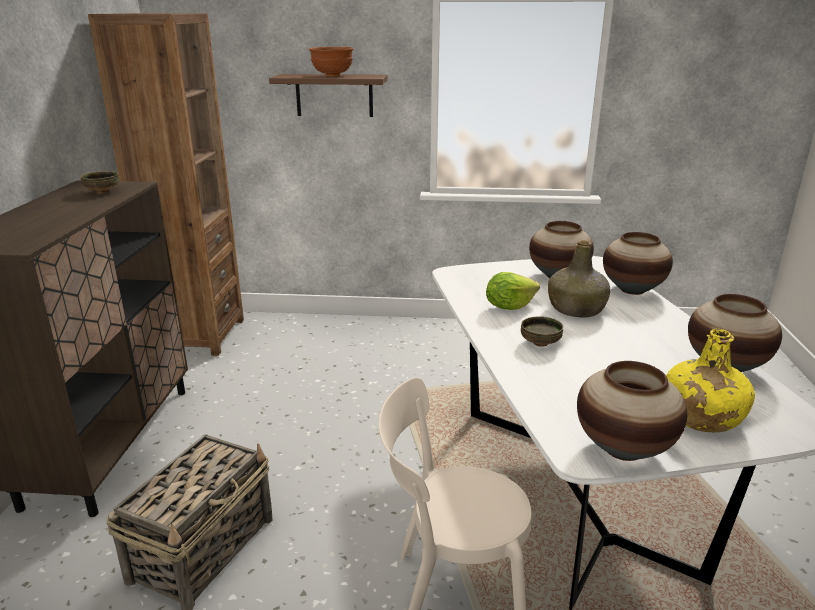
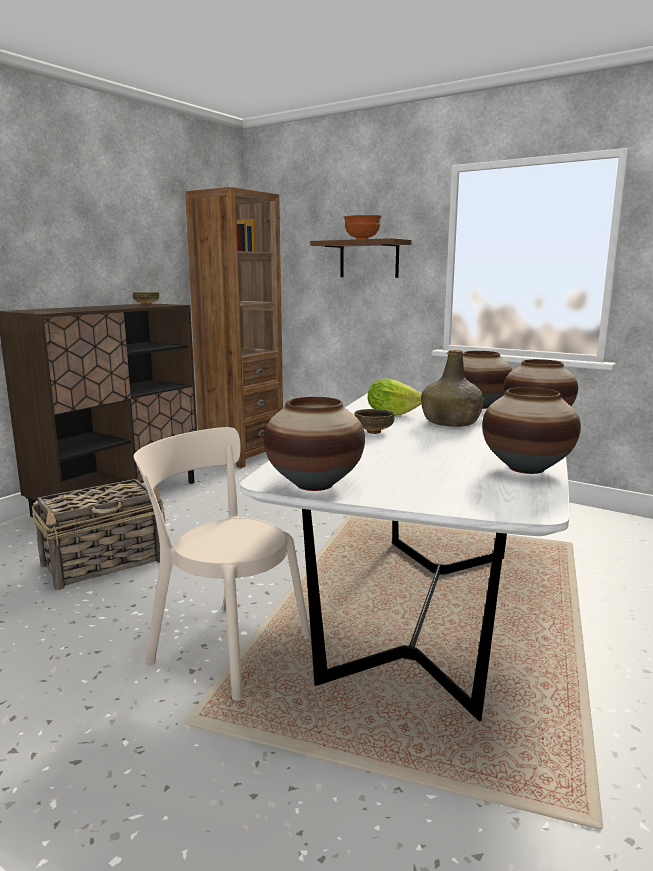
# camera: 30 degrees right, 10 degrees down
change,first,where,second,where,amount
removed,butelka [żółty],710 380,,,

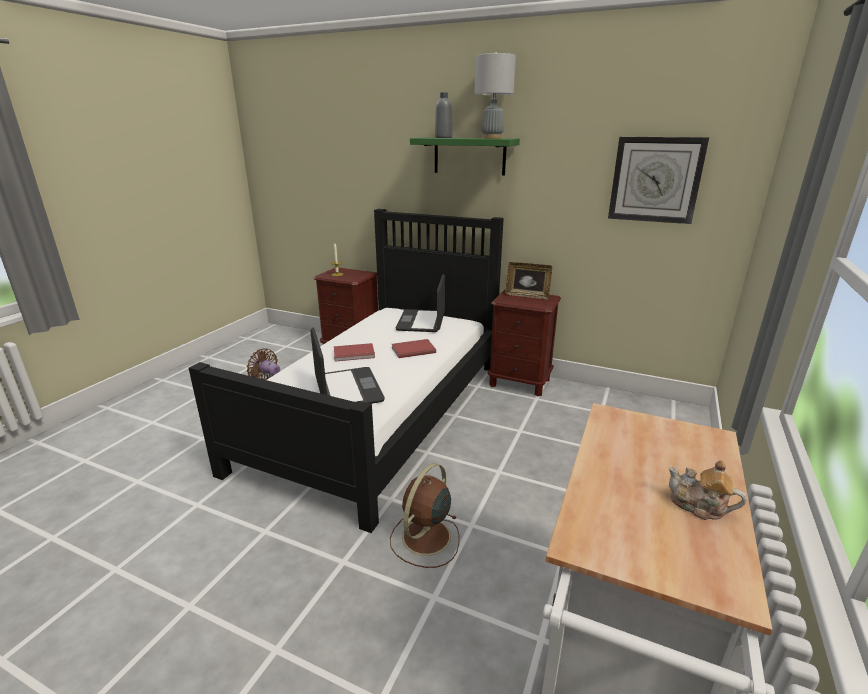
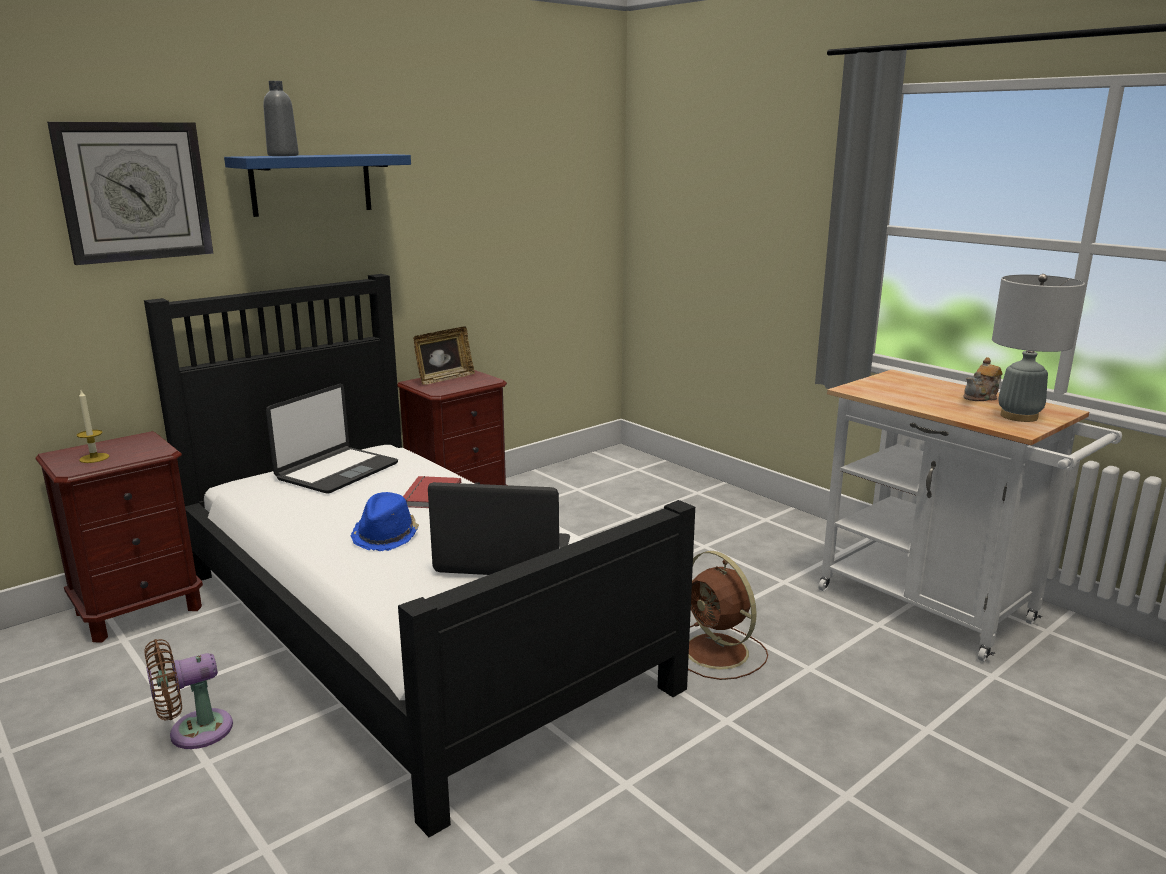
# camera: 65 degrees left, 5 degrees down
change,first,where,second,where,amount
moved,lampa stołowa [szary],495 95,,1038 348,
moved,zegar ścienny,658 180,,130 193,
recoloured,półka [zielony],465 156,półka [niebieski],317 185,
turned,laptop,420 303,,332 439,90 degrees counterclockwise
replaced,książka [czerwony],354 352,kapelusz [niebieski],385 521,

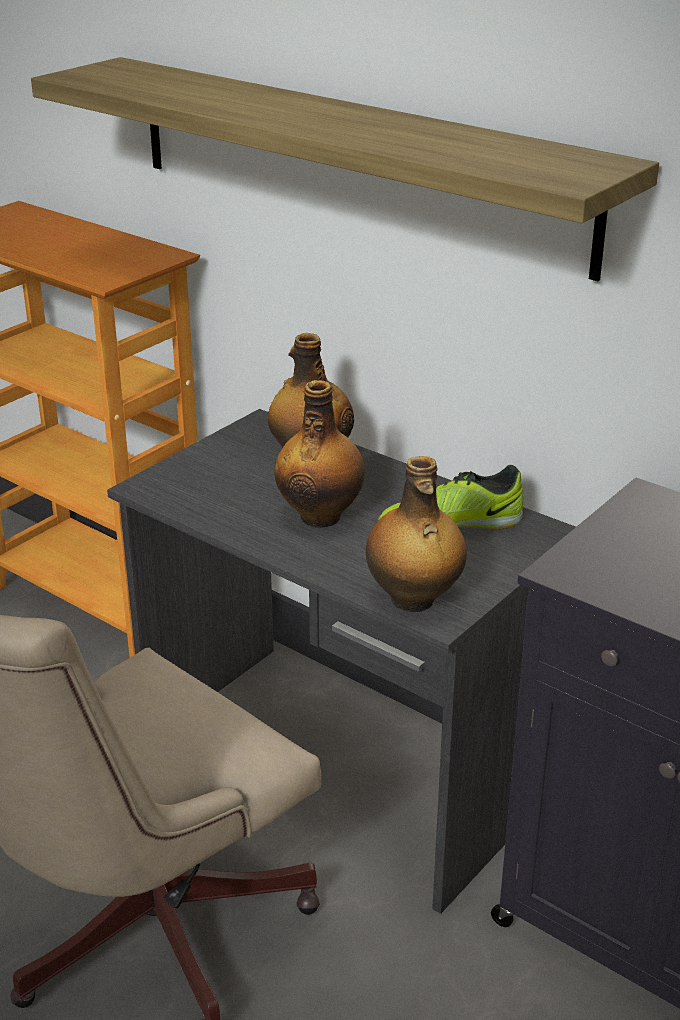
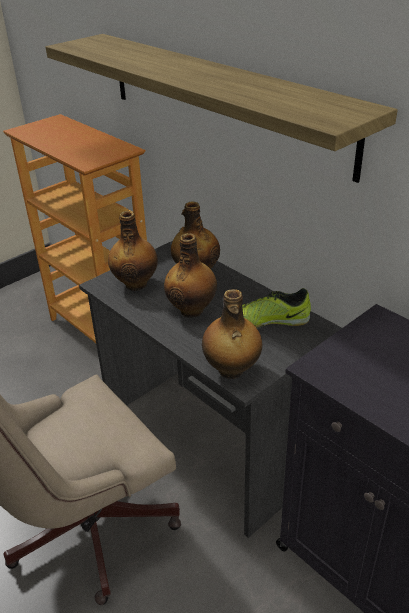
# camera: 10 degrees right, 5 degrees up
change,first,where,second,where,amount
added,,,butelka,133 251,

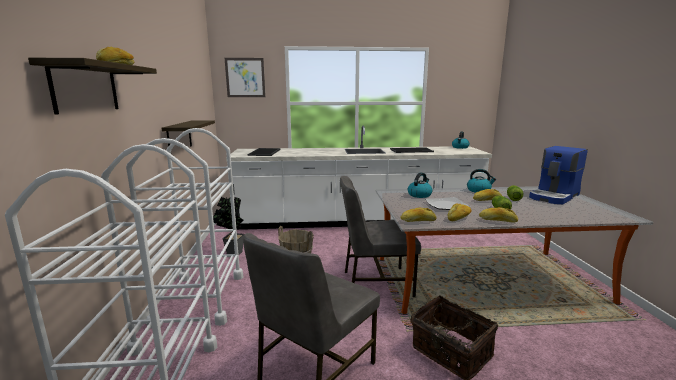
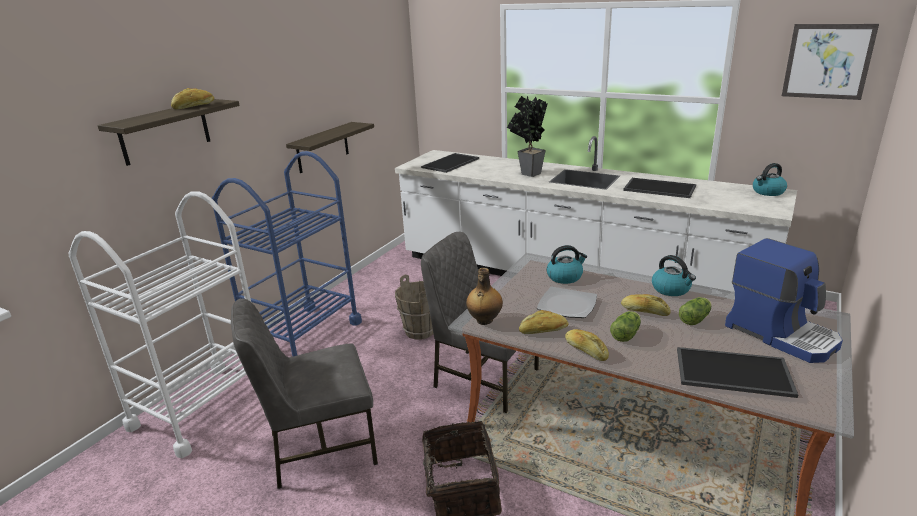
# camera: 35 degrees right, 10 degrees up
change,first,where,second,where,amount
moved,obraz,245 77,,830 62,
recoloured,wózek [biały],184 228,wózek [niebieski],287 254,
turned,ekspres do kawy,558 175,,784 300,120 degrees counterclockwise
moved,roślina doniczkowa,228 226,,527 136,
replaced,chleb,418 215,butelka,484 296,
added,,,taca,737 372,

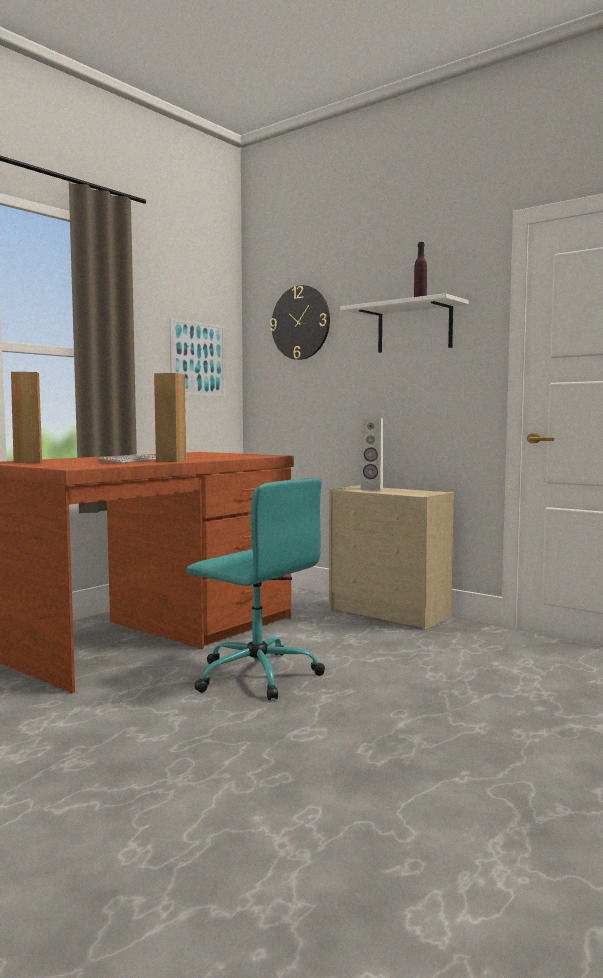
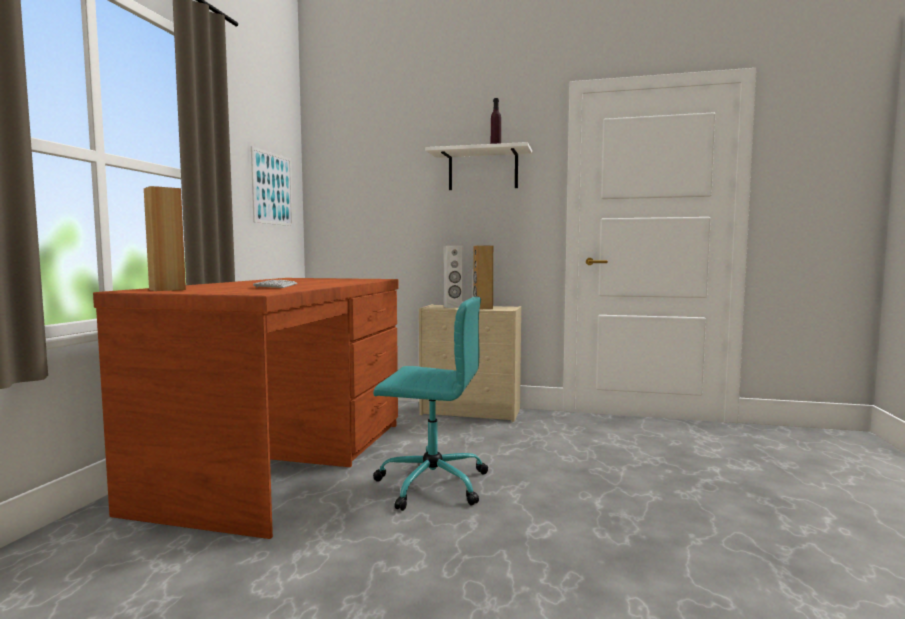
# camera: 25 degrees left, 0 degrees up
change,first,where,second,where,amount
removed,zegar ścienny,300 322,,,
moved,głośnik [brązowy],170 417,,483 277,

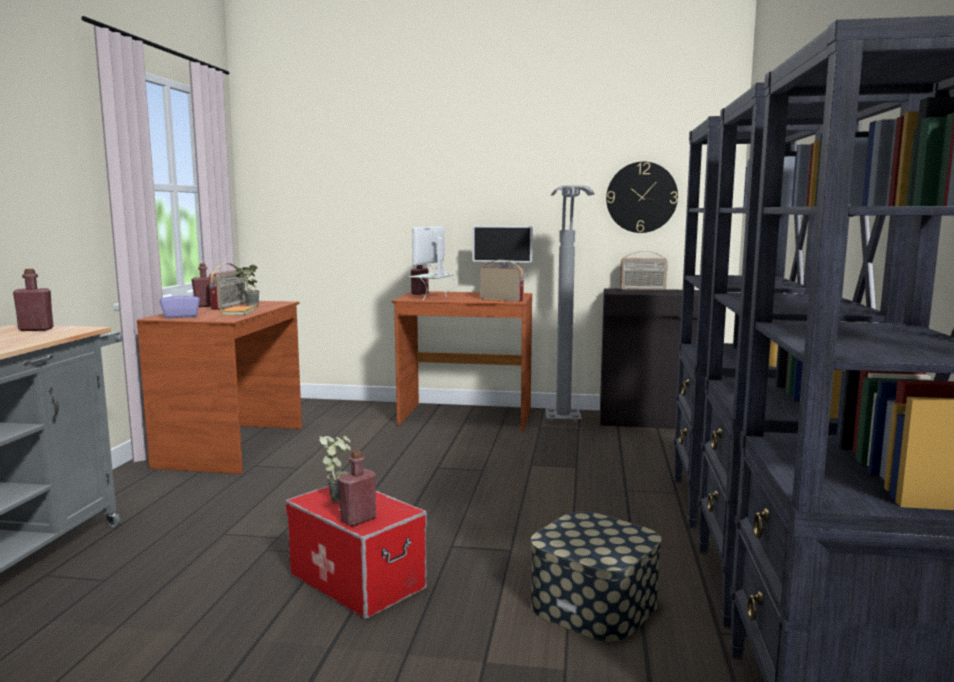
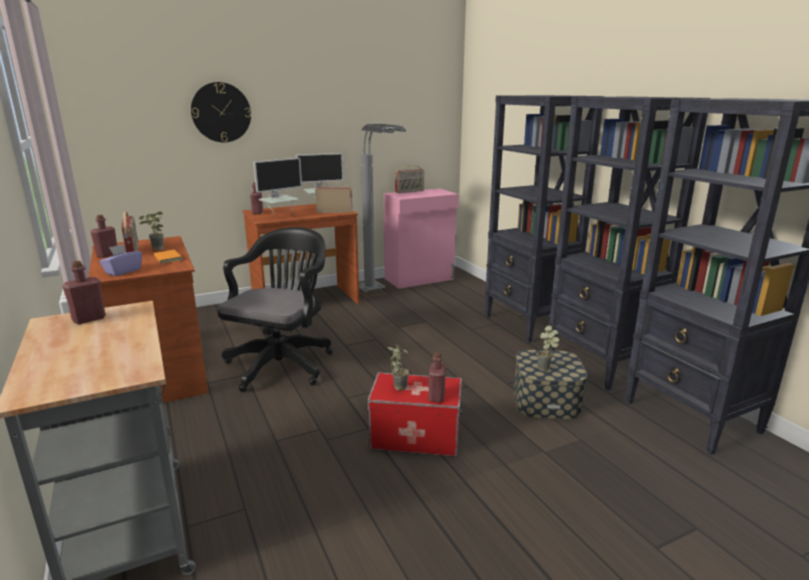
# camera: 35 degrees left, 10 degrees up
change,first,where,second,where,amount
moved,zegar ścienny,642 197,,221 112,
turned,monitor,432 263,,278 186,120 degrees counterclockwise
recoloured,szafka [czarny],649 358,szafka [różowy],421 238,
added,,,krzesło biurowe [czarny],275 309,
added,,,roślina doniczkowa,548 348,

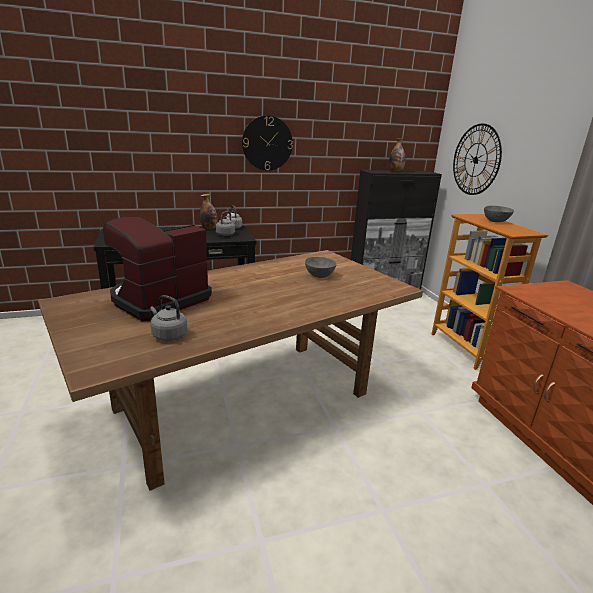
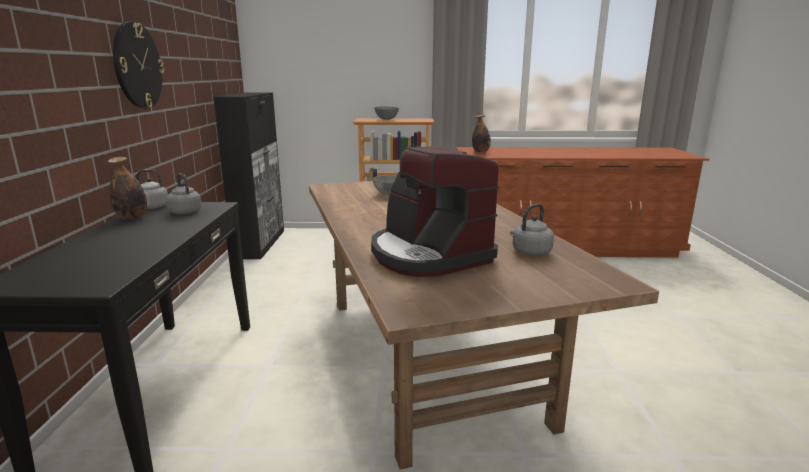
# camera: 70 degrees left, 5 degrees down
change,first,where,second,where,amount
removed,zegar ścienny,477 159,,,
moved,butelka,397 154,,481 134,

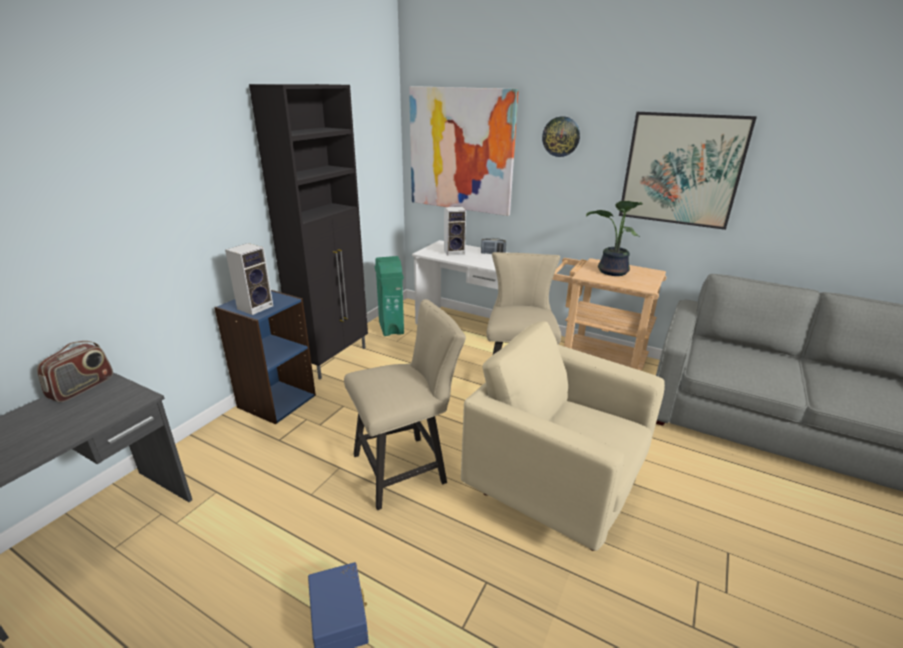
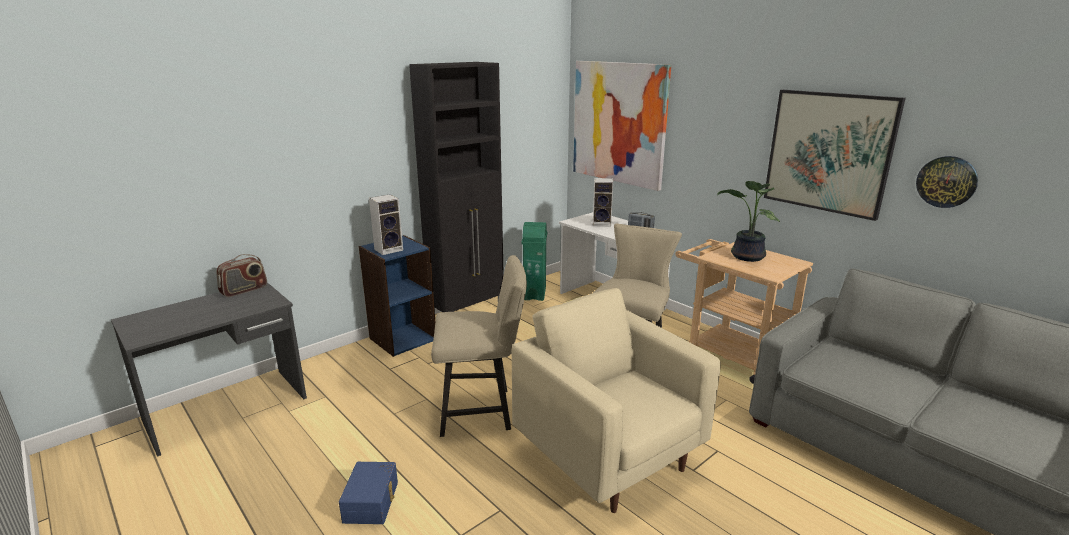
# camera: 20 degrees right, 5 degrees down
change,first,where,second,where,amount
moved,zegar ścienny,561 136,,947 182,

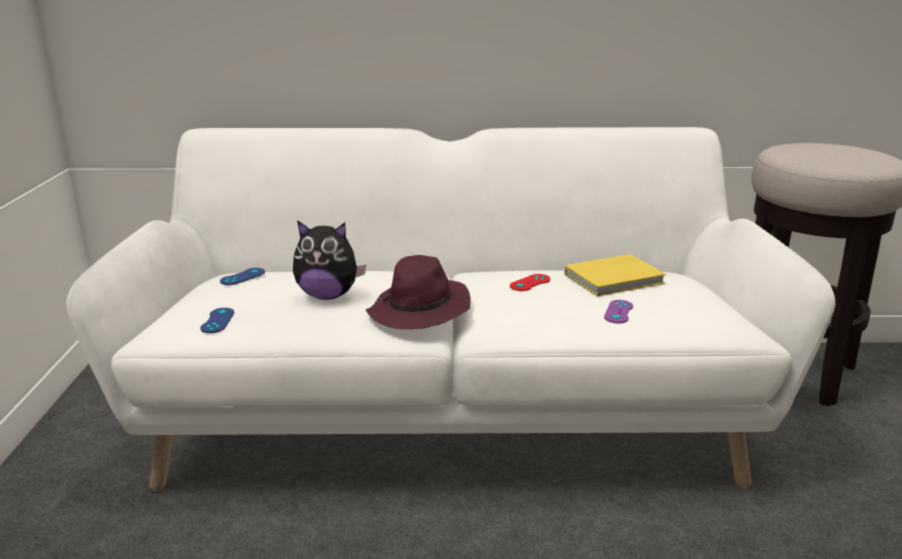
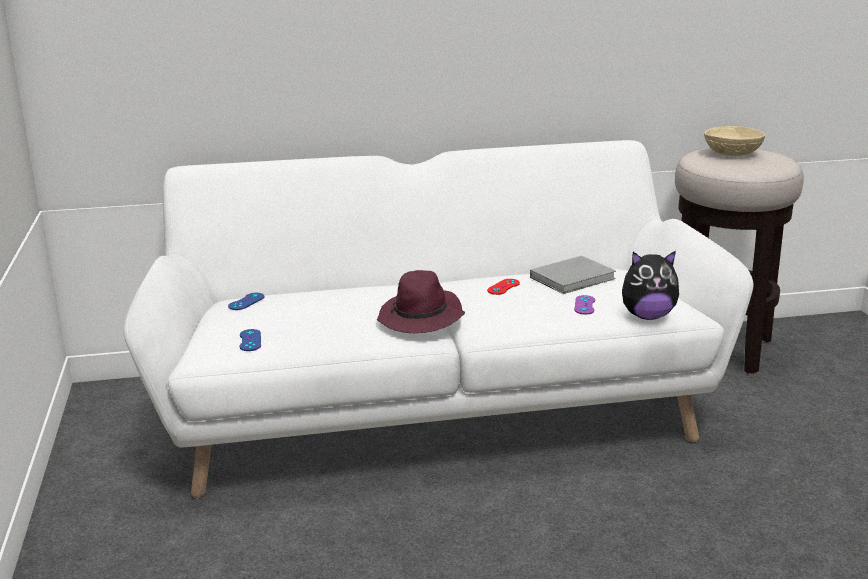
# camera: 10 degrees left, 0 degrees up
change,first,where,second,where,amount
moved,pluszak,329 260,,650 285,
recoloured,książka [żółty],615 275,książka [szary],573 275,
added,,,miska [beżowy],734 141,

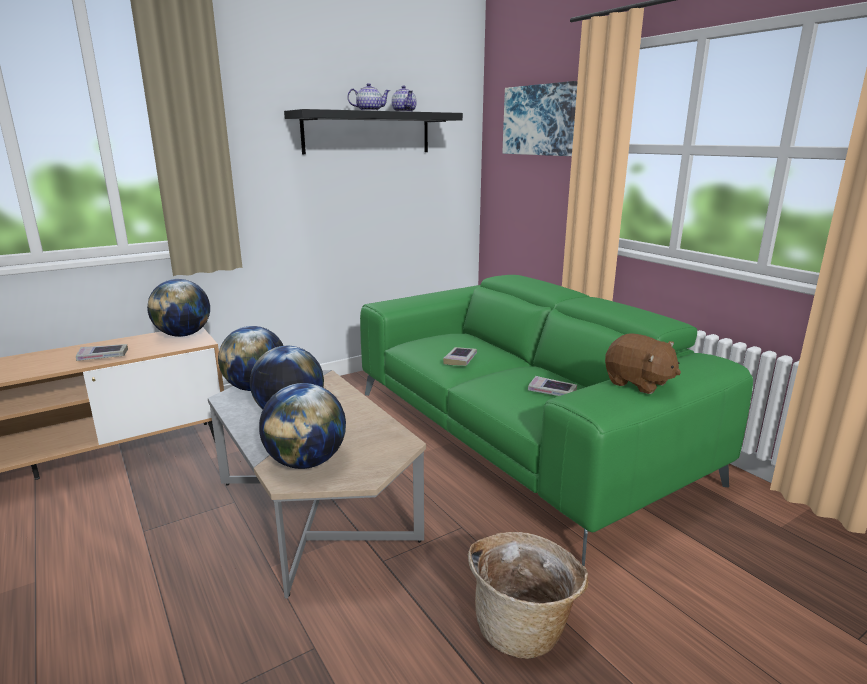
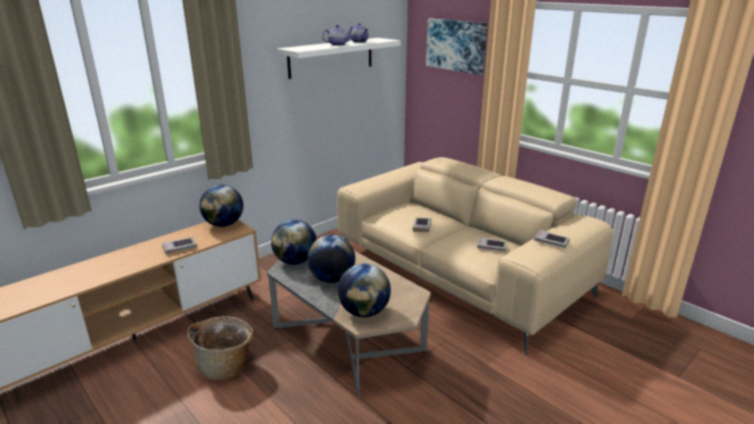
# camera: 10 degrees left, 5 degrees up
change,first,where,second,where,amount
recoloured,półka [czarny],373 131,półka [biały],339 58,
recoloured,kanapa [zielony],556 420,kanapa [beżowy],475 256,
replaced,pluszak [brązowy],643 363,książka,552 239,
moved,koszyk,528 595,,221 348,

